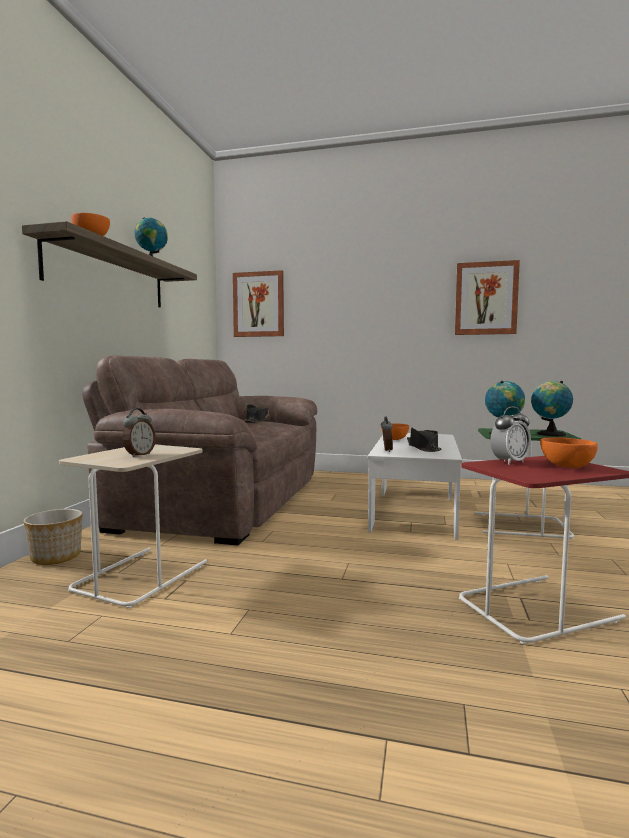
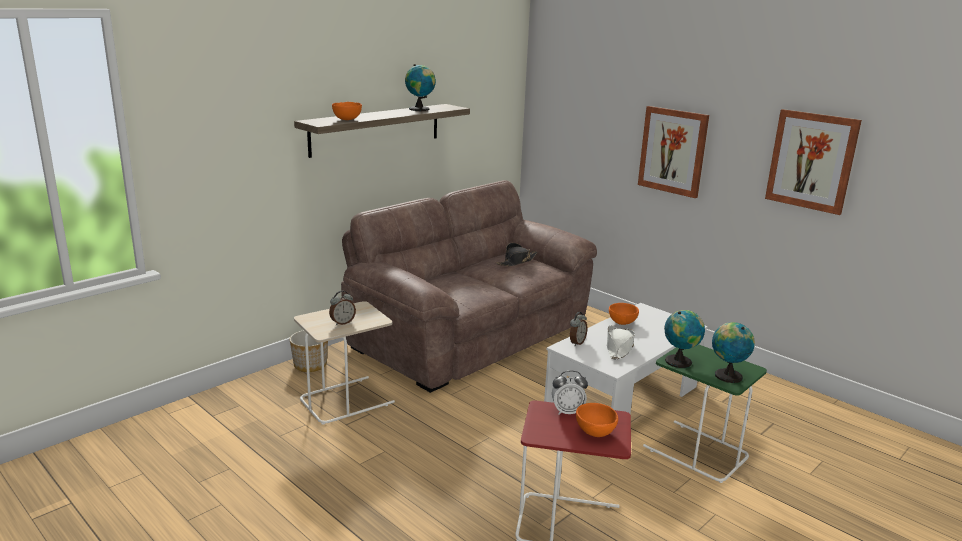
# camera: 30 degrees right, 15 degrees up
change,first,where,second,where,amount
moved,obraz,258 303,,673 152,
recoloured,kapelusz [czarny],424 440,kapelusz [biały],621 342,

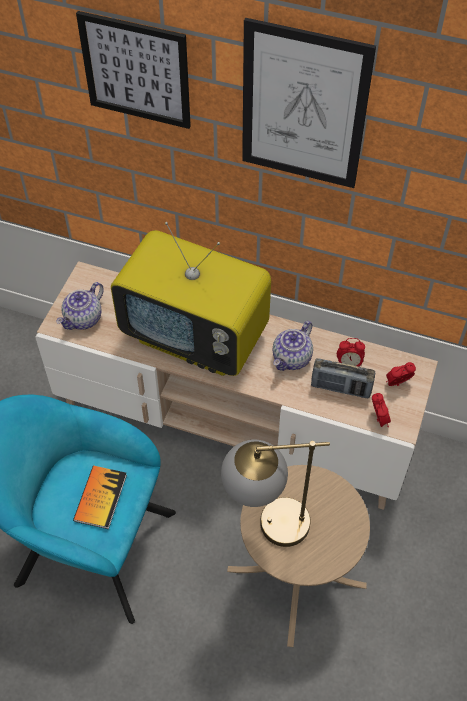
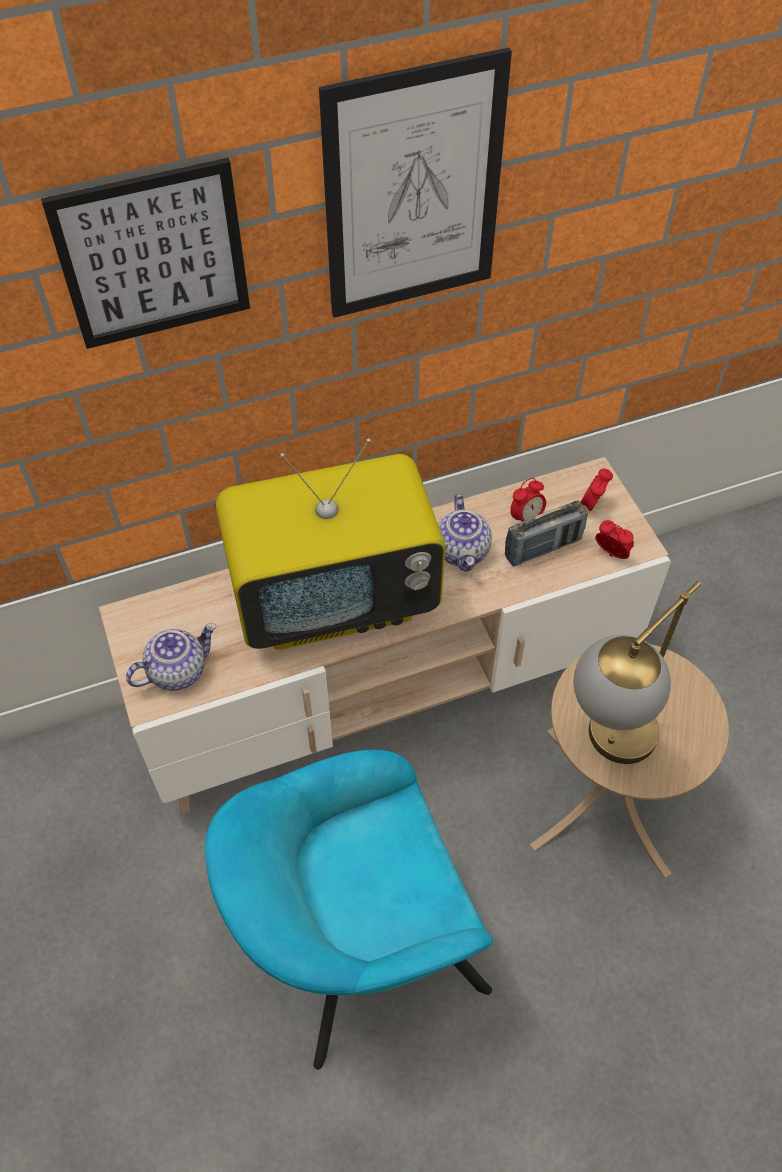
# camera: 40 degrees left, 0 degrees up
change,first,where,second,where,amount
turned,imbryk,80 306,,171 656,120 degrees counterclockwise
removed,książka,100 497,,,

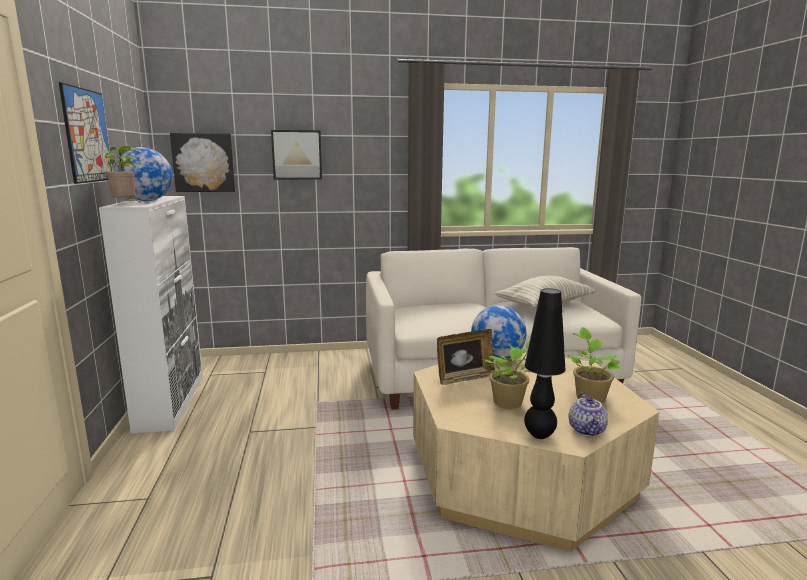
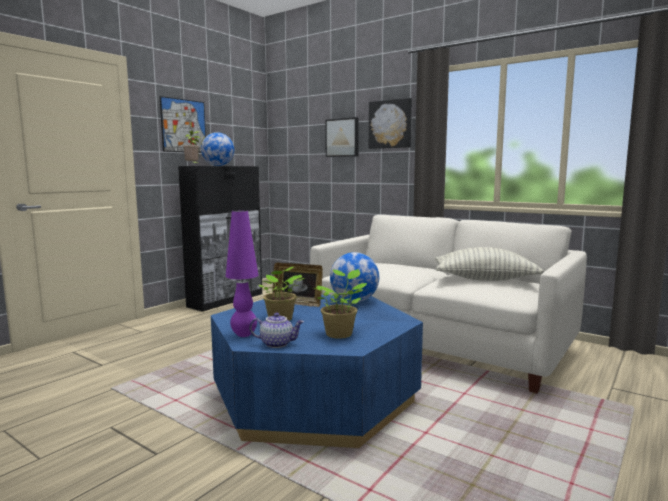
# camera: 45 degrees right, 5 degrees down
change,first,where,second,where,amount
moved,obraz,202 162,,390 123,
recoloured,szafka [biały],151 315,szafka [czarny],220 239,
recoloured,lampa stołowa [czarny],545 363,lampa stołowa [fioletowy],242 273,
recoloured,ława [beżowy],536 452,ława [niebieski],317 371,
turned,imbryk,588 414,,276 330,135 degrees counterclockwise

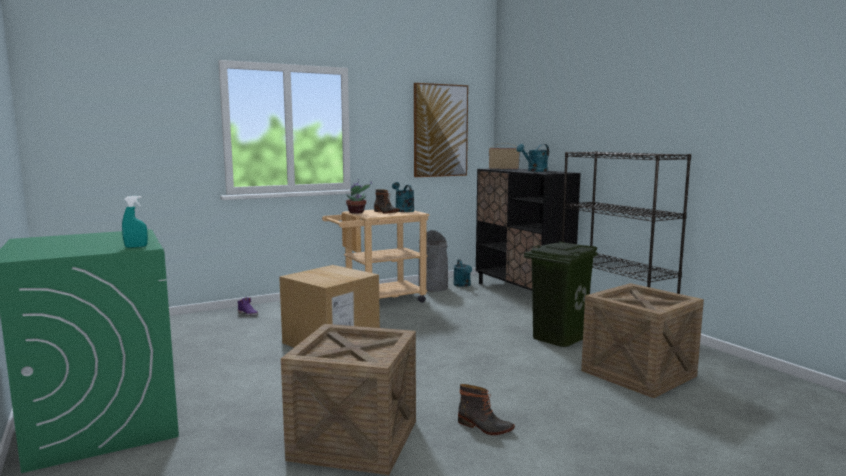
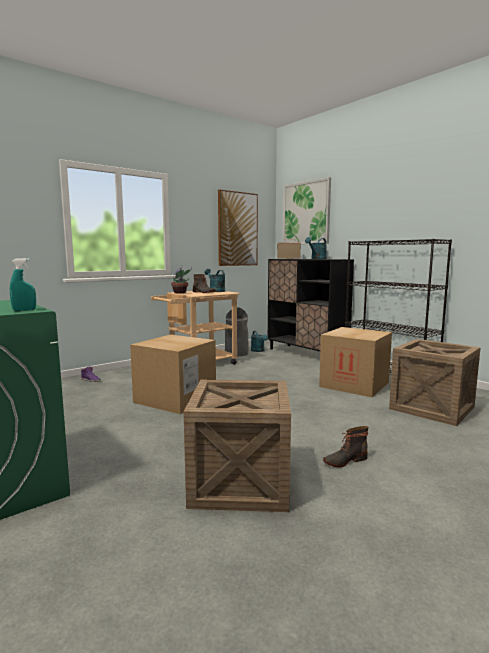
# camera: 10 degrees left, 0 degrees up
change,first,where,second,where,amount
replaced,kosz na śmieci [zielony],561 294,karton,355 362,
turned,but z cholewką,486 409,,345 447,135 degrees clockwise
added,,,obraz,307 210,

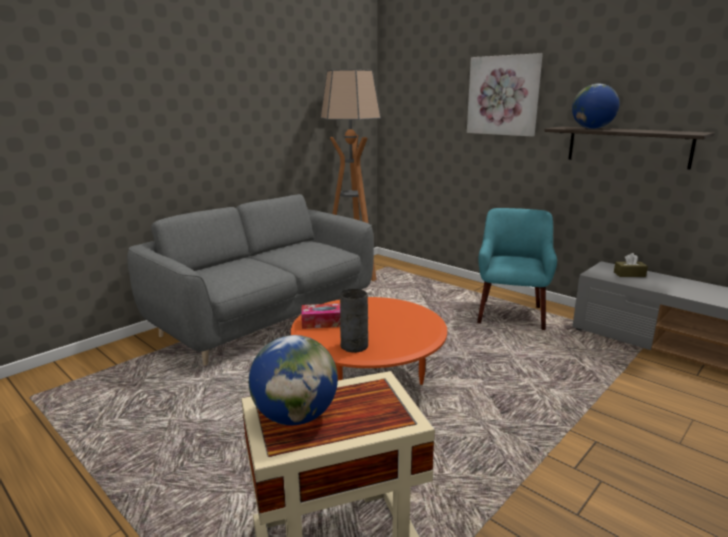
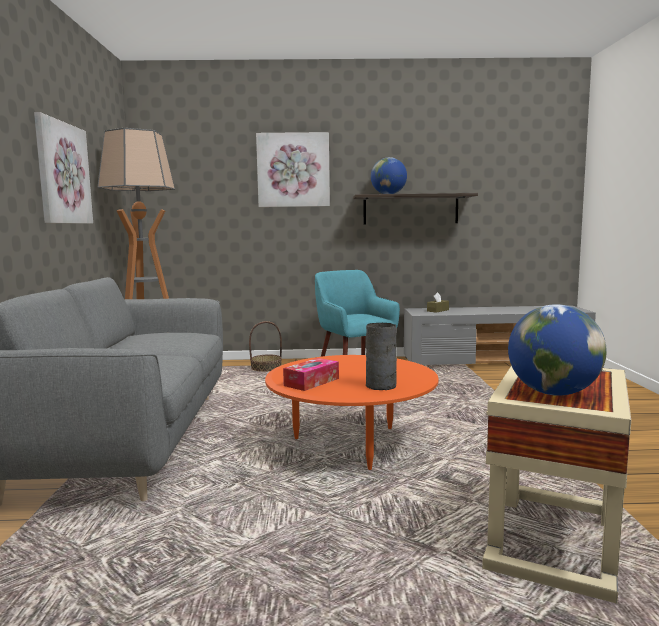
# camera: 45 degrees left, 10 degrees down
change,first,where,second,where,amount
added,,,obraz,63 168,
added,,,koszyk,265 346,

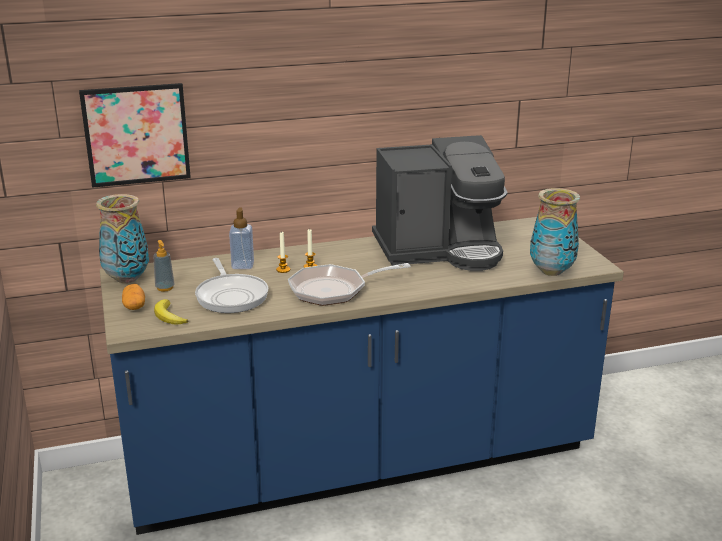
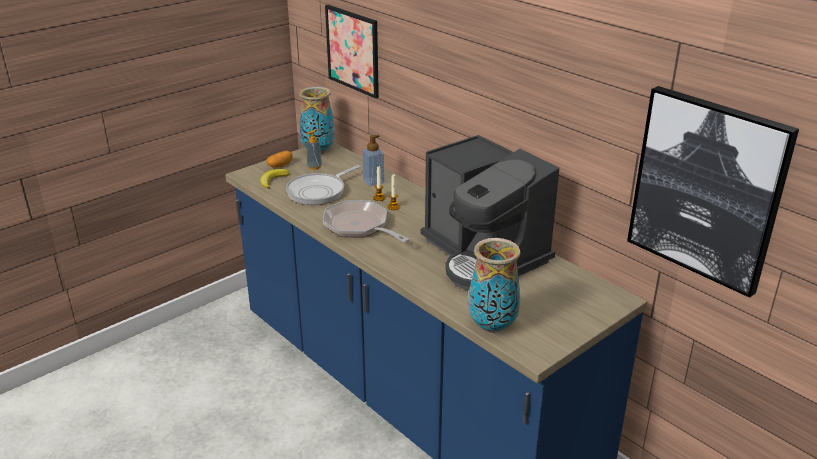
# camera: 65 degrees right, 5 degrees up
change,first,where,second,where,amount
added,,,obraz,713 192,

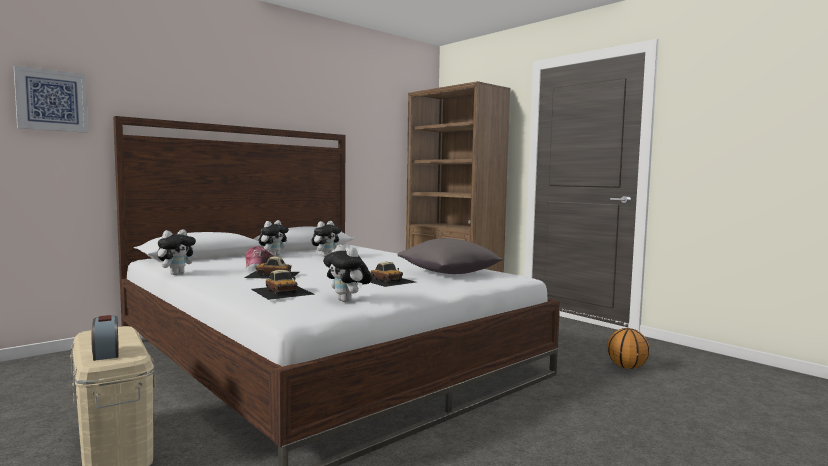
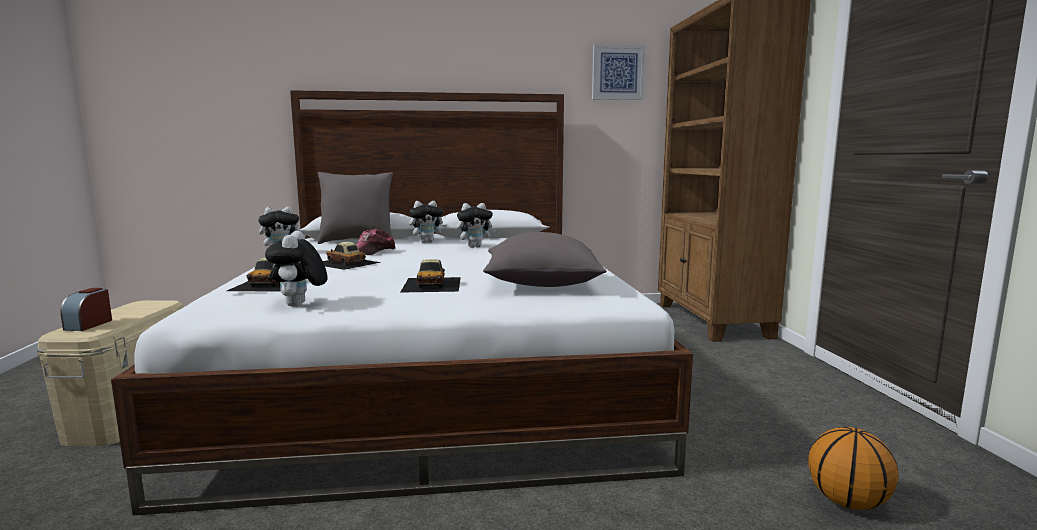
# camera: 35 degrees right, 5 degrees up
change,first,where,second,where,amount
moved,obraz,51 99,,618 72,
added,,,poduszka [szary],355 208,

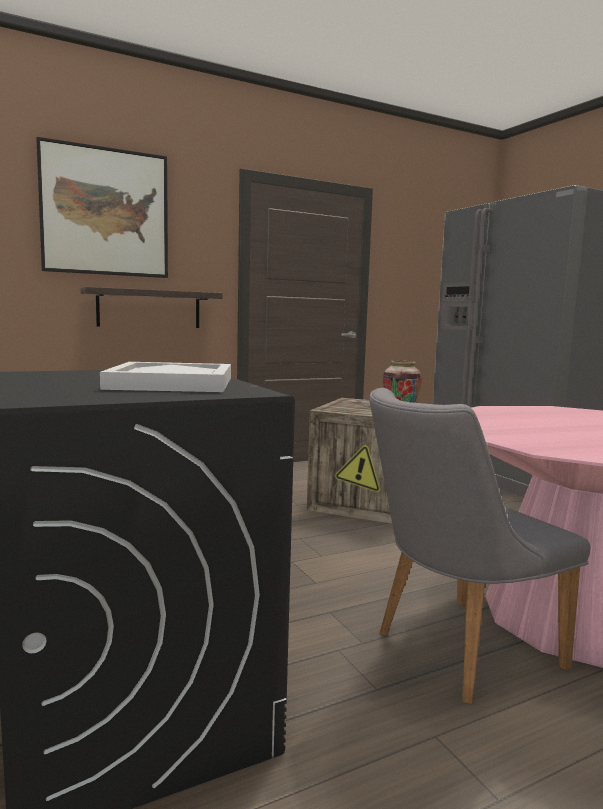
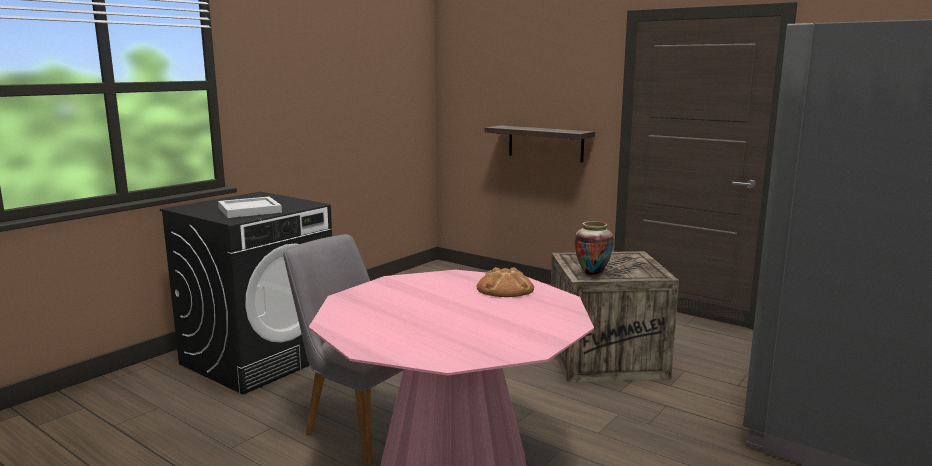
# camera: 65 degrees right, 5 degrees up
change,first,where,second,where,amount
removed,obraz,102 207,,,
added,,,chleb,505 282,

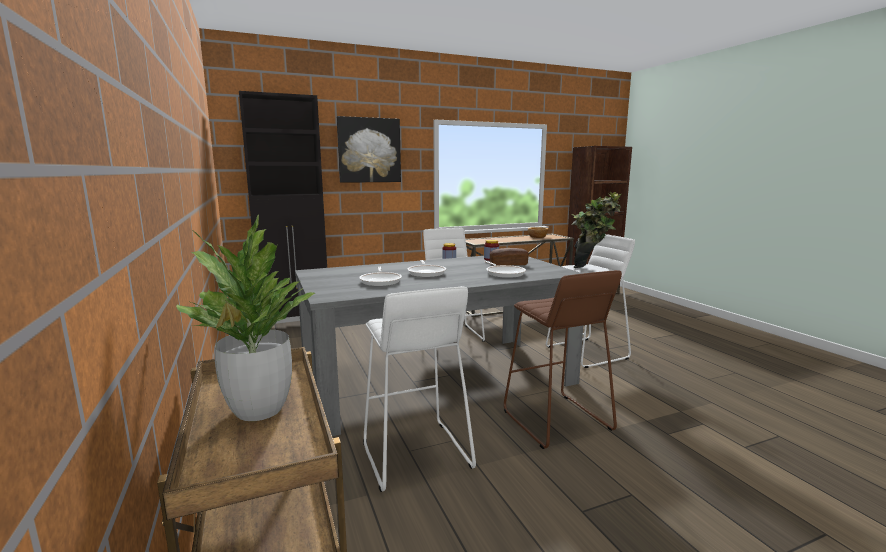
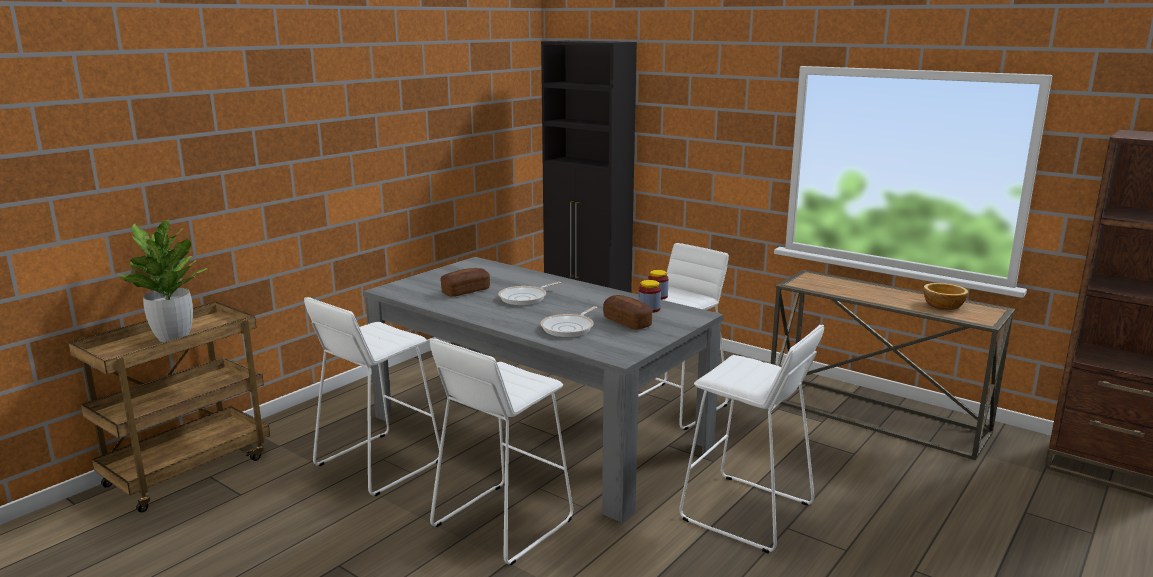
# camera: 60 degrees right, 5 degrees up
change,first,where,second,where,amount
removed,obraz,369 149,,,
removed,roślina doniczkowa,596 230,,,
replaced,patelnia,380 276,chleb,465 282,
recoloured,stołek [brązowy],563 359,stołek [biały],501 452,

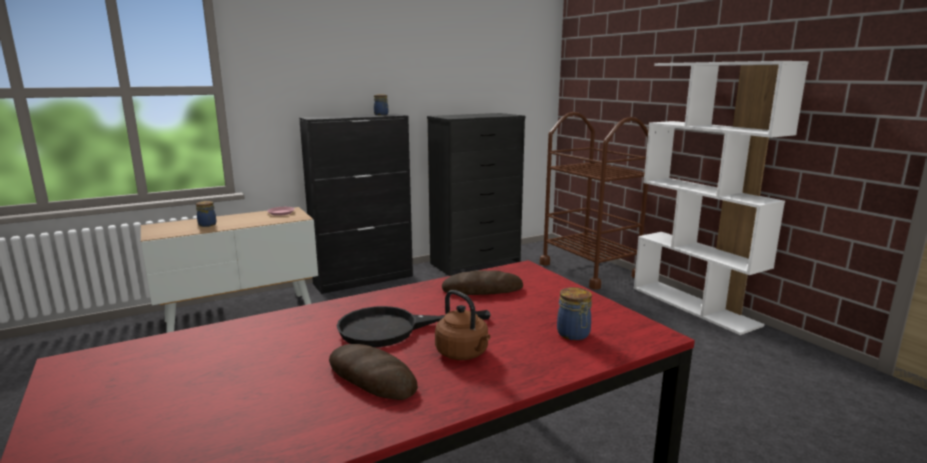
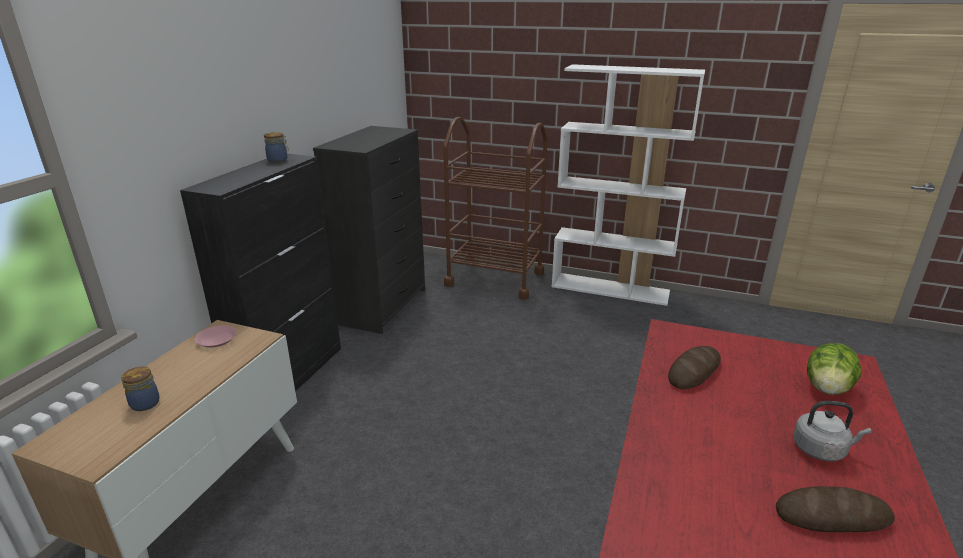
# camera: 40 degrees left, 10 degrees up
change,first,where,second,where,amount
replaced,słoik,574 313,sałata,834 369,
recoloured,czajnik [brązowy],462 325,czajnik [szary],832 431,
removed,patelnia [czarny],414 326,,,

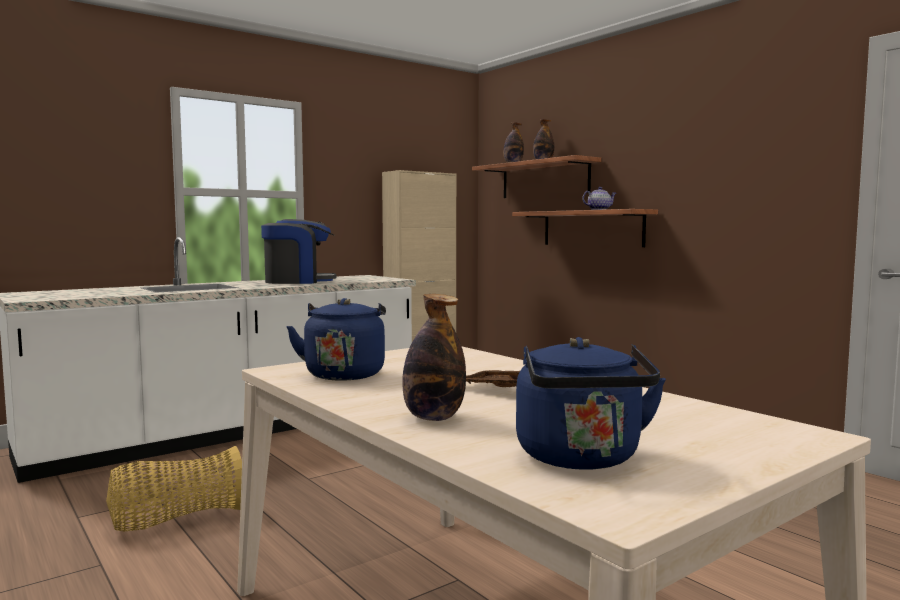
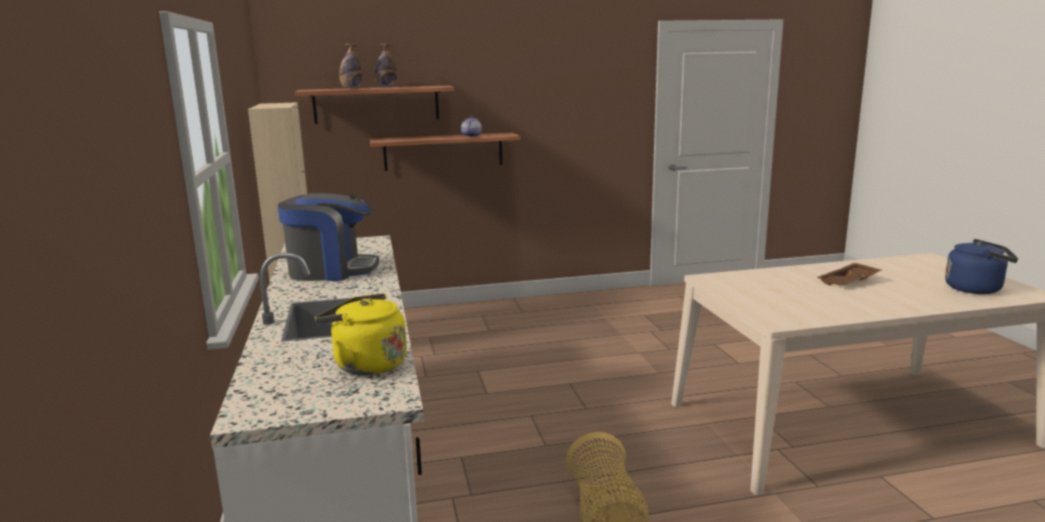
# camera: 65 degrees left, 10 degrees up
change,first,where,second,where,amount
turned,ekspres do kawy,298 251,,328 237,75 degrees clockwise
removed,butelka,434 357,,,
removed,czajnik [niebieski],336 339,,,
added,,,czajnik [żółty],361 334,

